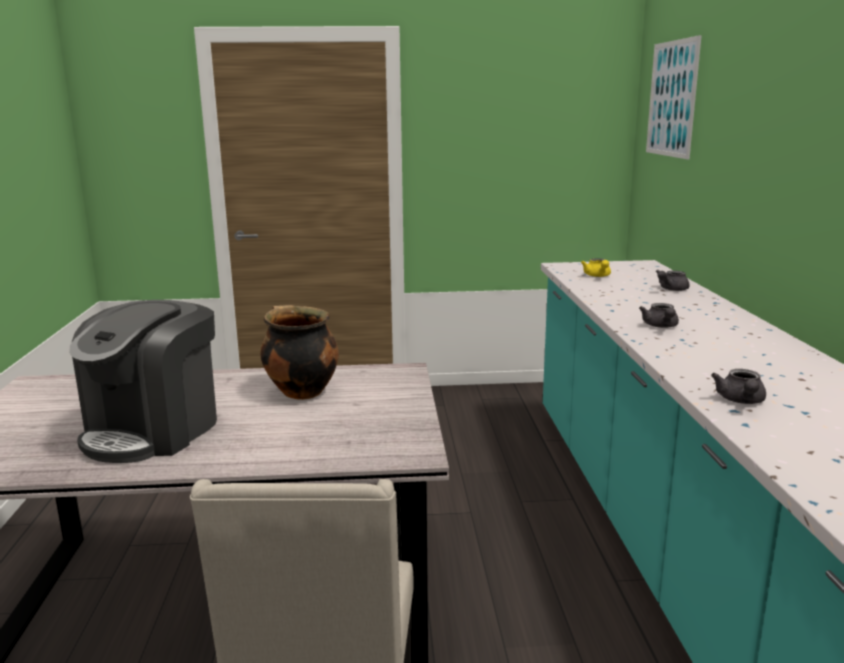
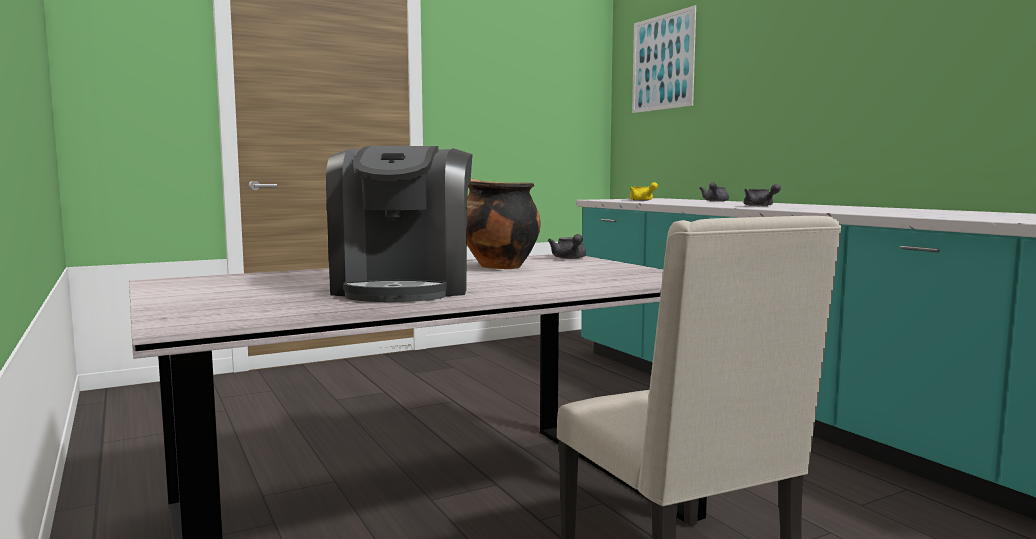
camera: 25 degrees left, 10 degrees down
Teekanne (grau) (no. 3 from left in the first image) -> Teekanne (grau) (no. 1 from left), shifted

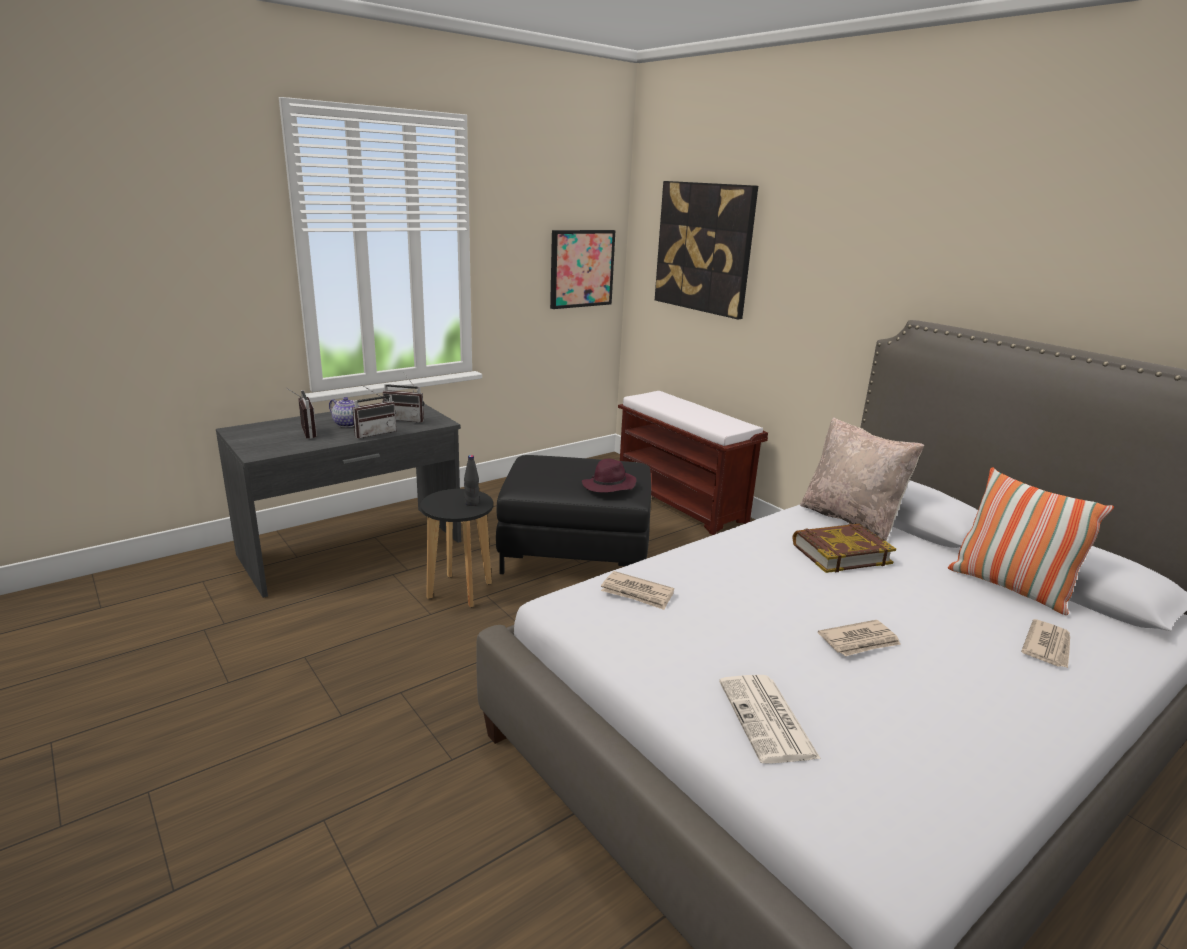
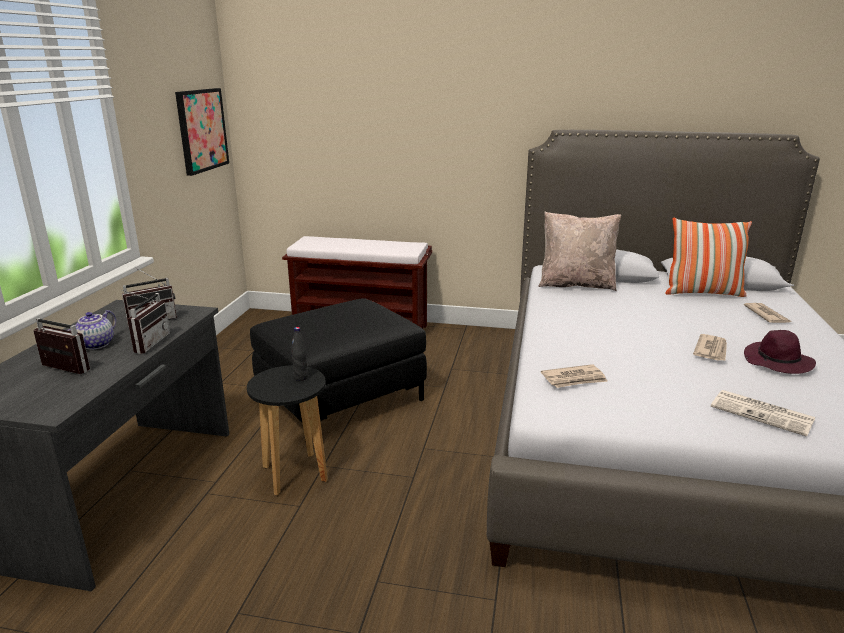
camera: 40 degrees left, 0 degrees up
Teekanne, 120 degrees clockwise
Hut (lila), shifted
Bild (no. 2 from left) -> none
Buch -> none

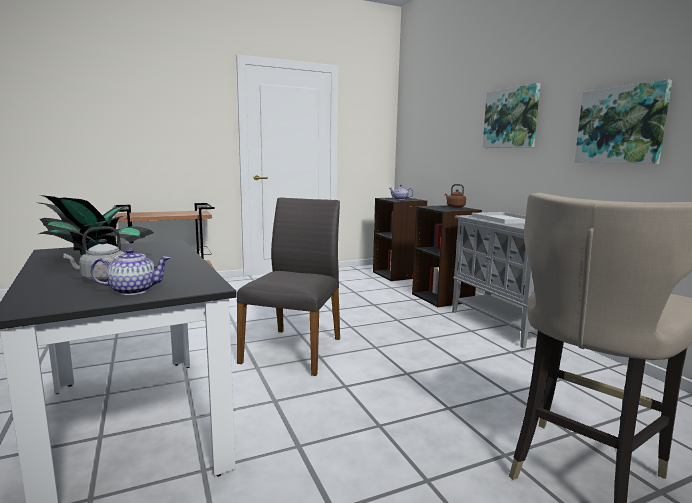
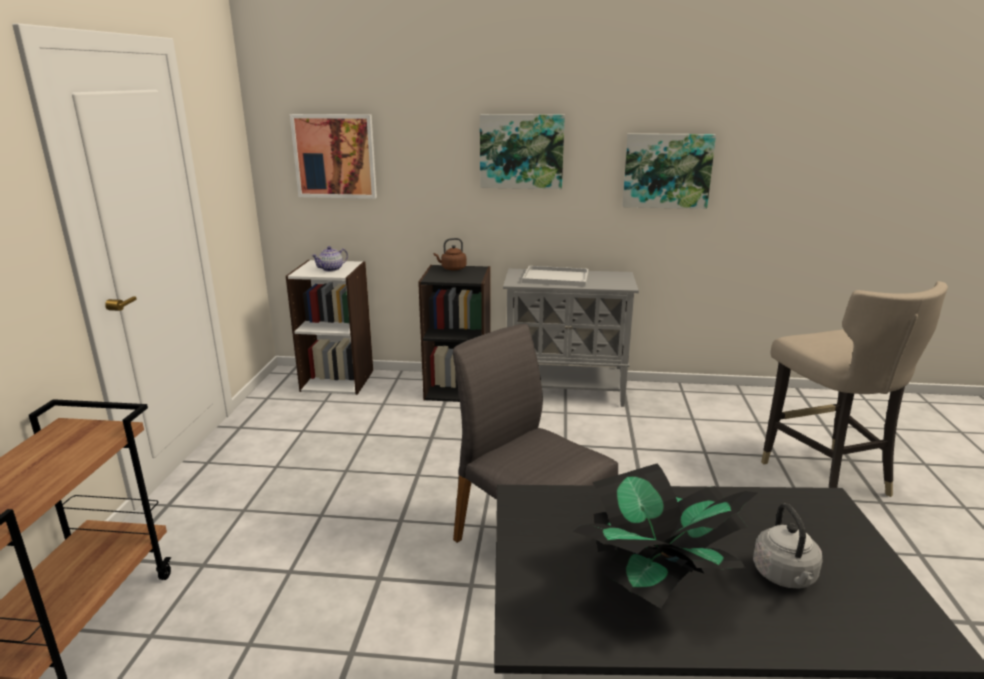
camera: 60 degrees left, 10 degrees up
Teekanne (no. 1 from left) -> none
Bücherregal (schwarz) (no. 1 from left) -> Bücherregal (weiß)
none -> Bild (no. 1 from left)

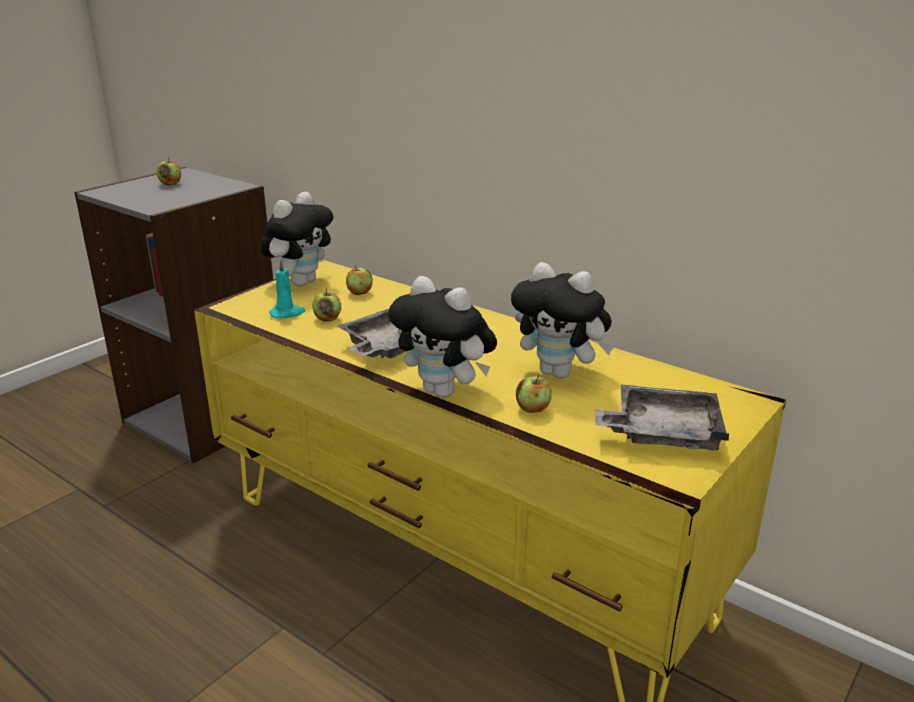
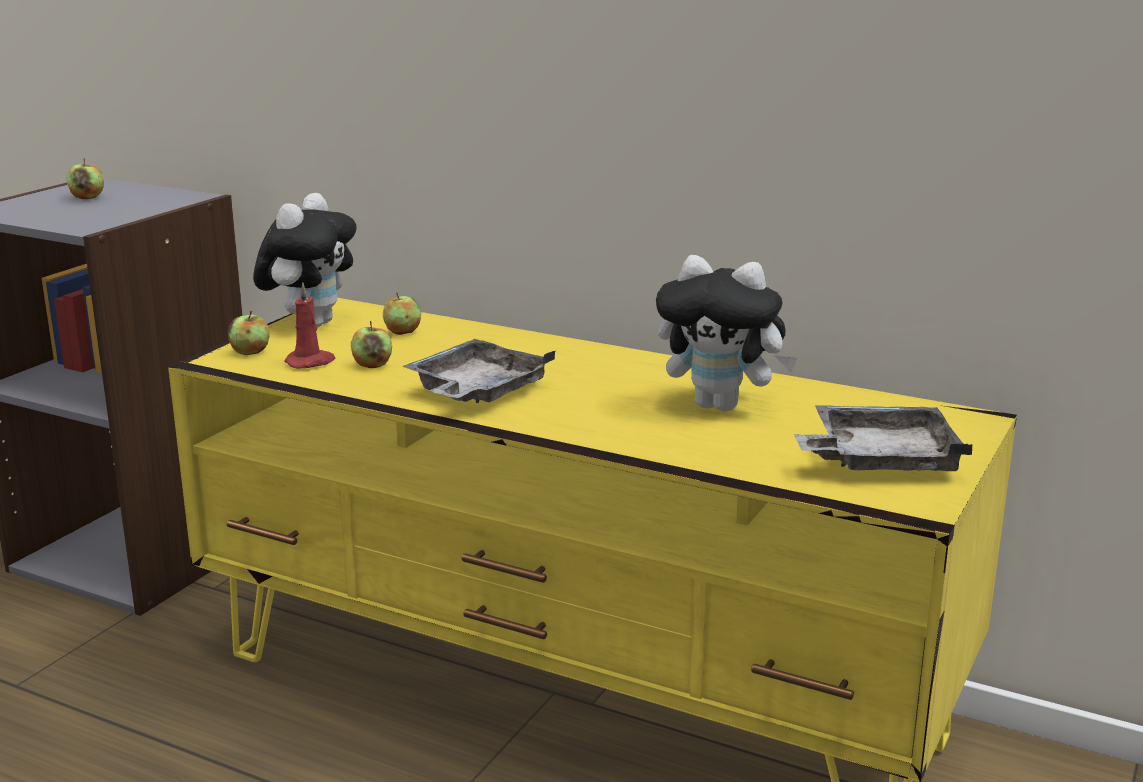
camera: 10 degrees left, 5 degrees down
Kerze (türkis) -> Kerze (rot)
Plüschtier (no. 2 from left) -> none
Apfel (no. 4 from left in the first image) -> Apfel (no. 2 from left), shifted

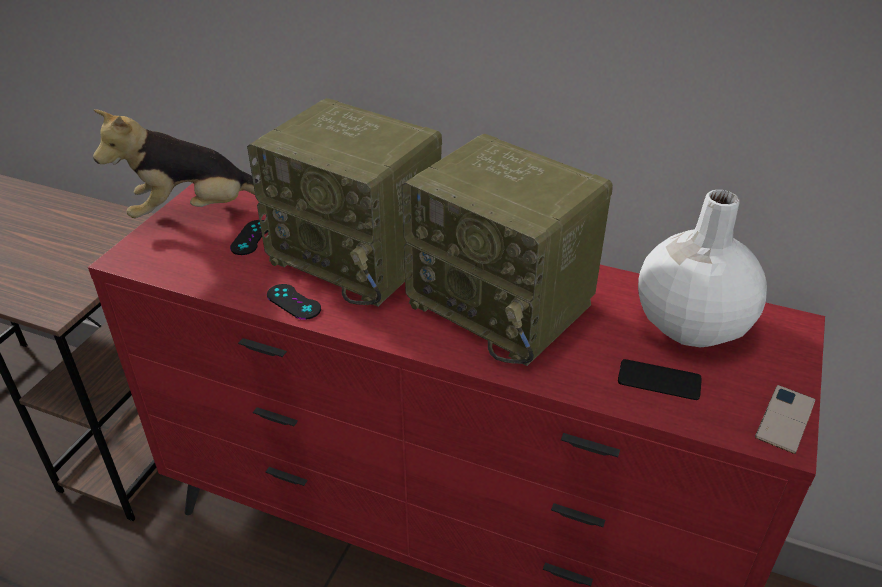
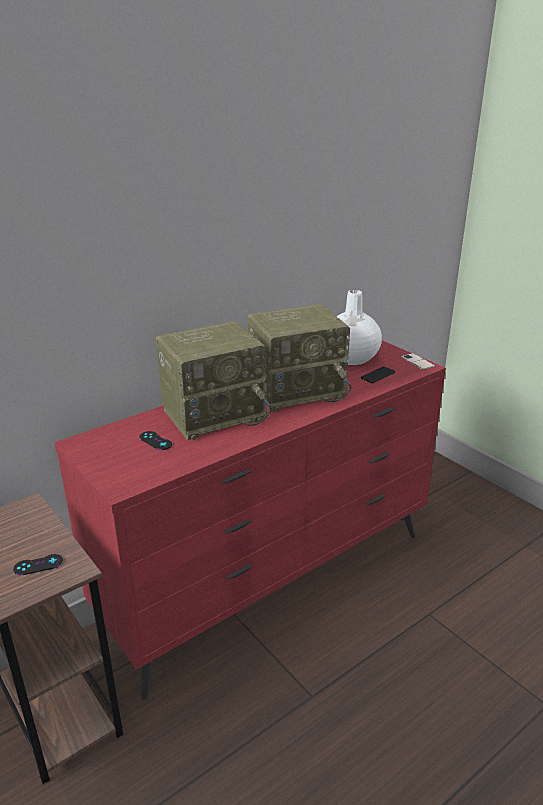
camera: 60 degrees left, 10 degrees down
Plüschtier -> none
Gamepad (schwarz) (no. 2 from left in the first image) -> Gamepad (schwarz) (no. 1 from left), shifted

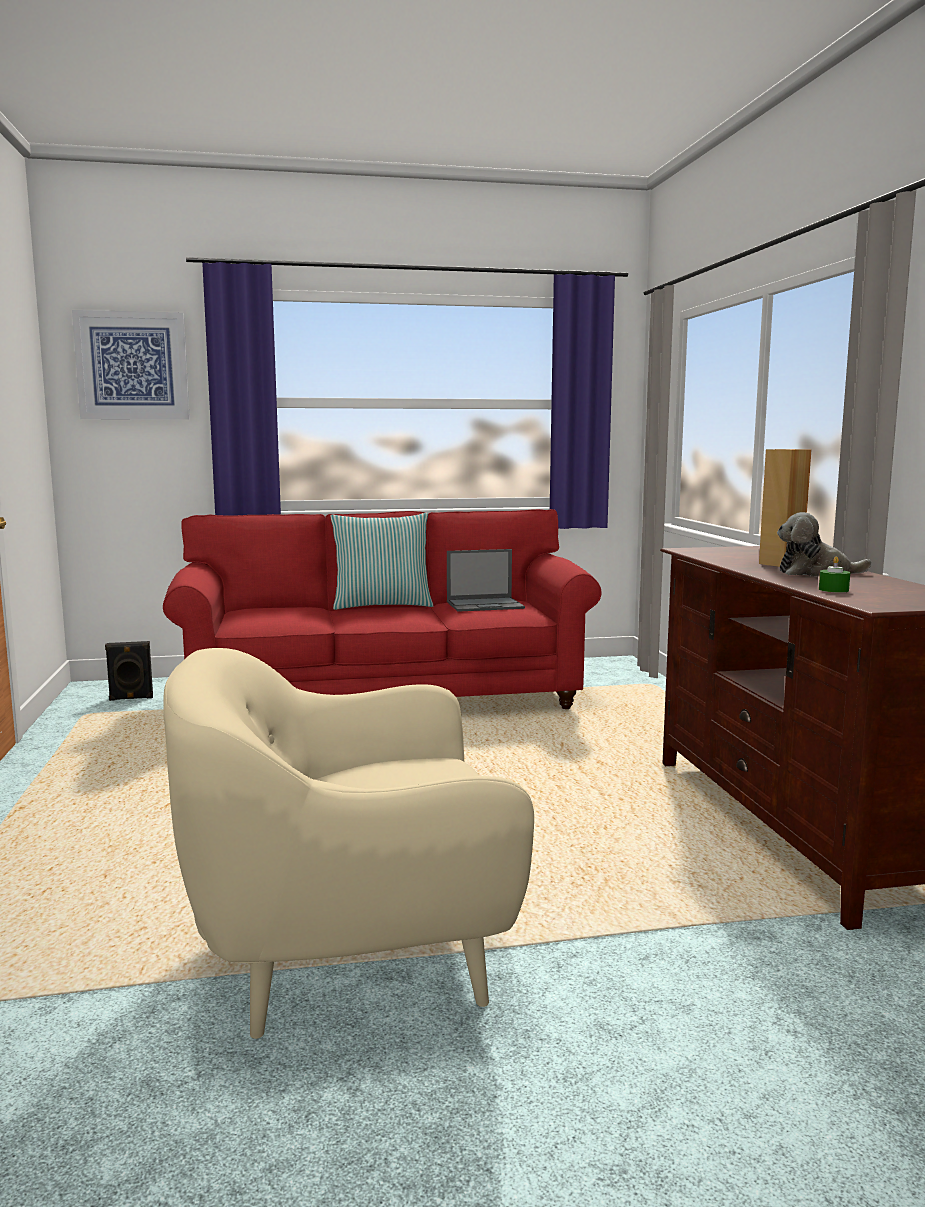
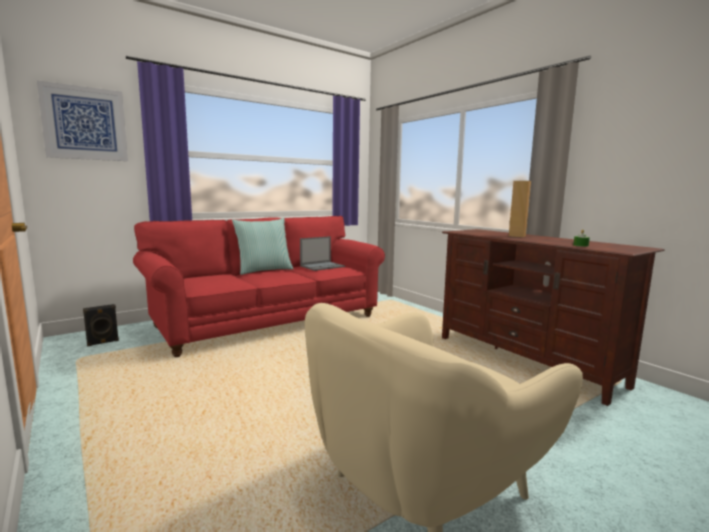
camera: 25 degrees left, 0 degrees up
Plüschtier -> none

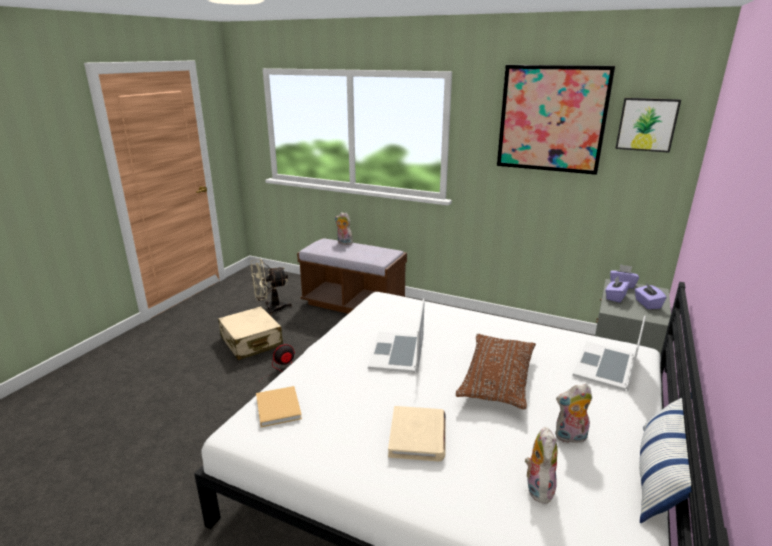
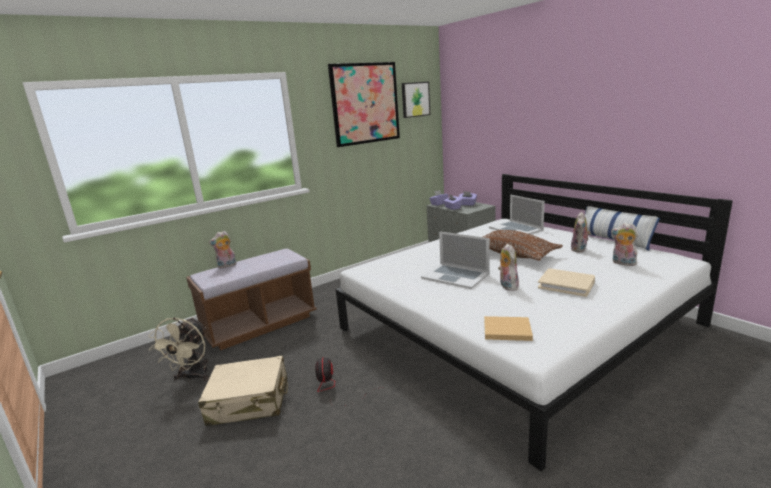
camera: 60 degrees left, 5 degrees down
none -> Plüschtier (no. 2 from left)

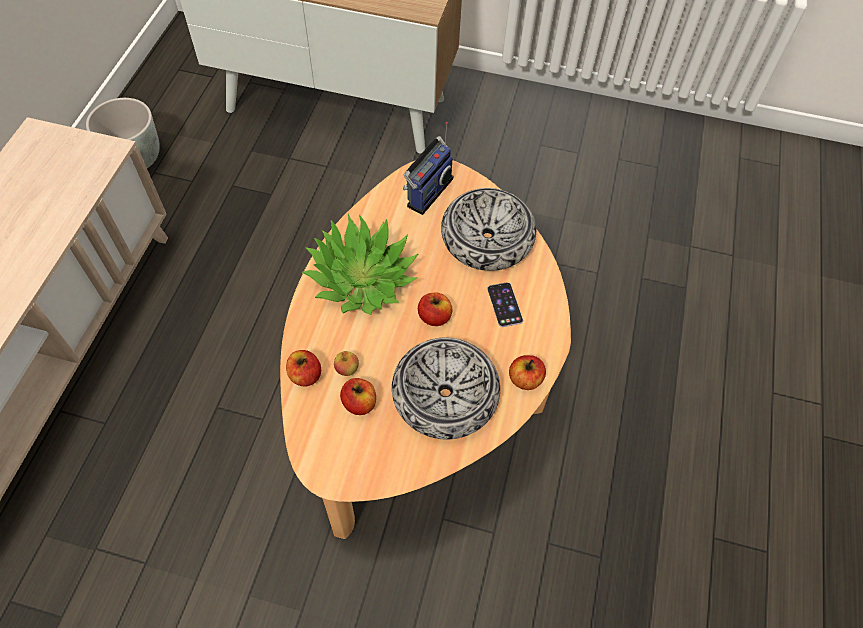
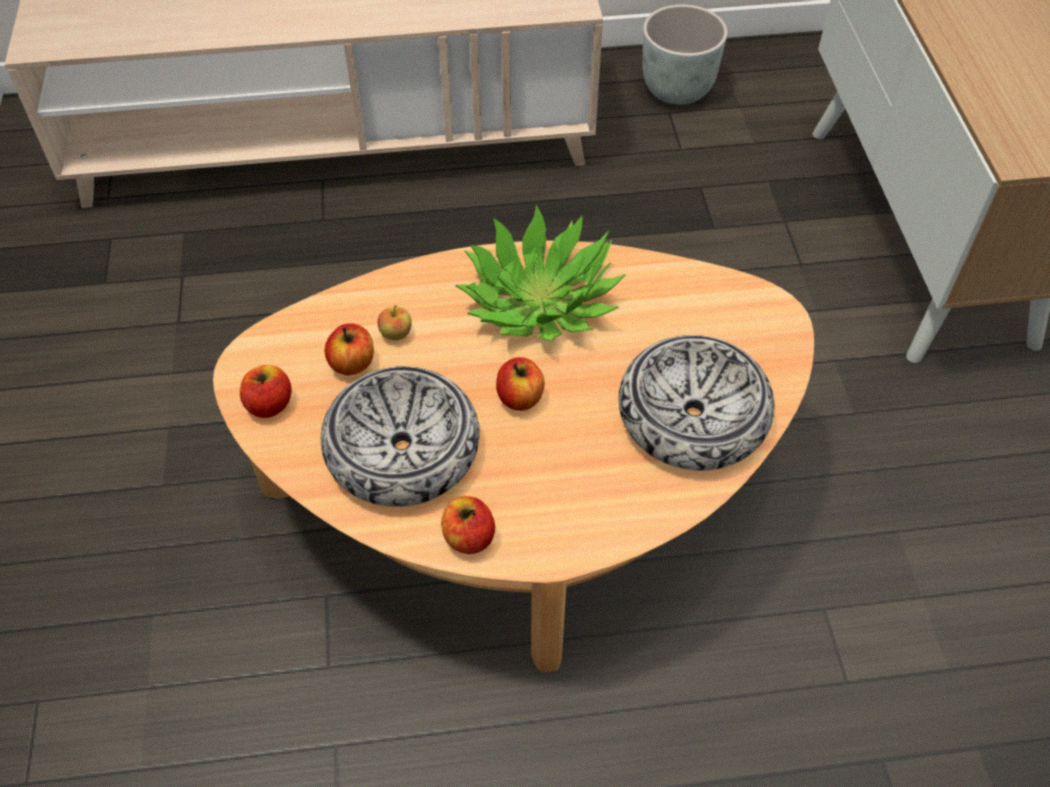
camera: 70 degrees right, 5 degrees down
Apfel (no. 1 from left), shifted
Radio -> none
Handy -> none

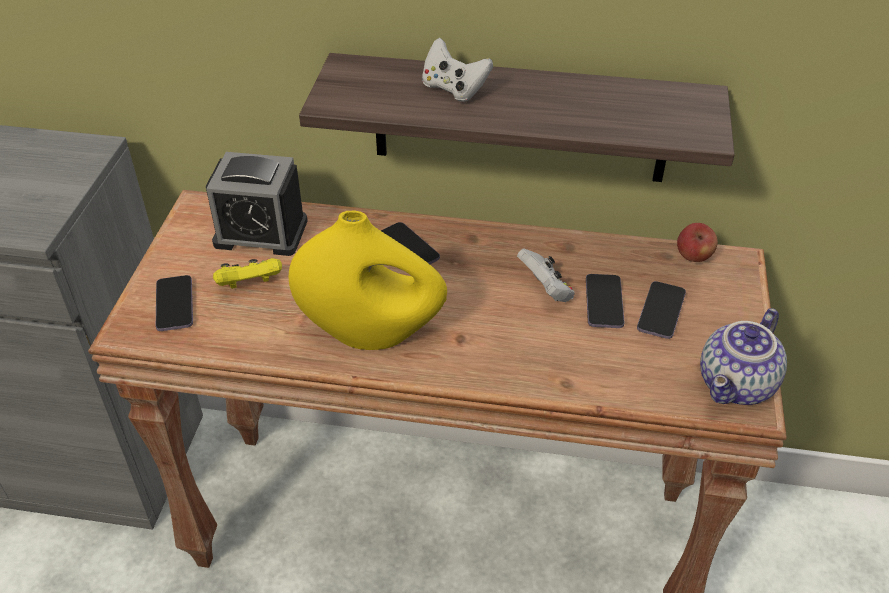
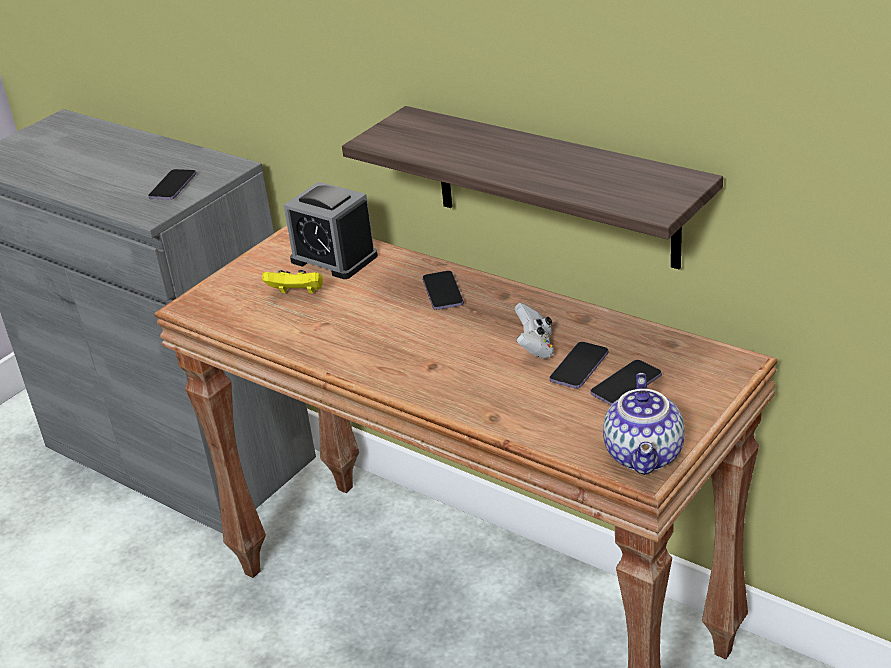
camera: 30 degrees right, 10 degrees down
Handy (no. 1 from left), shifted
Vase (gelb) -> none
Gamepad (weiß) (no. 1 from left) -> none
Apfel -> none
Teekanne, 60 degrees counterclockwise

